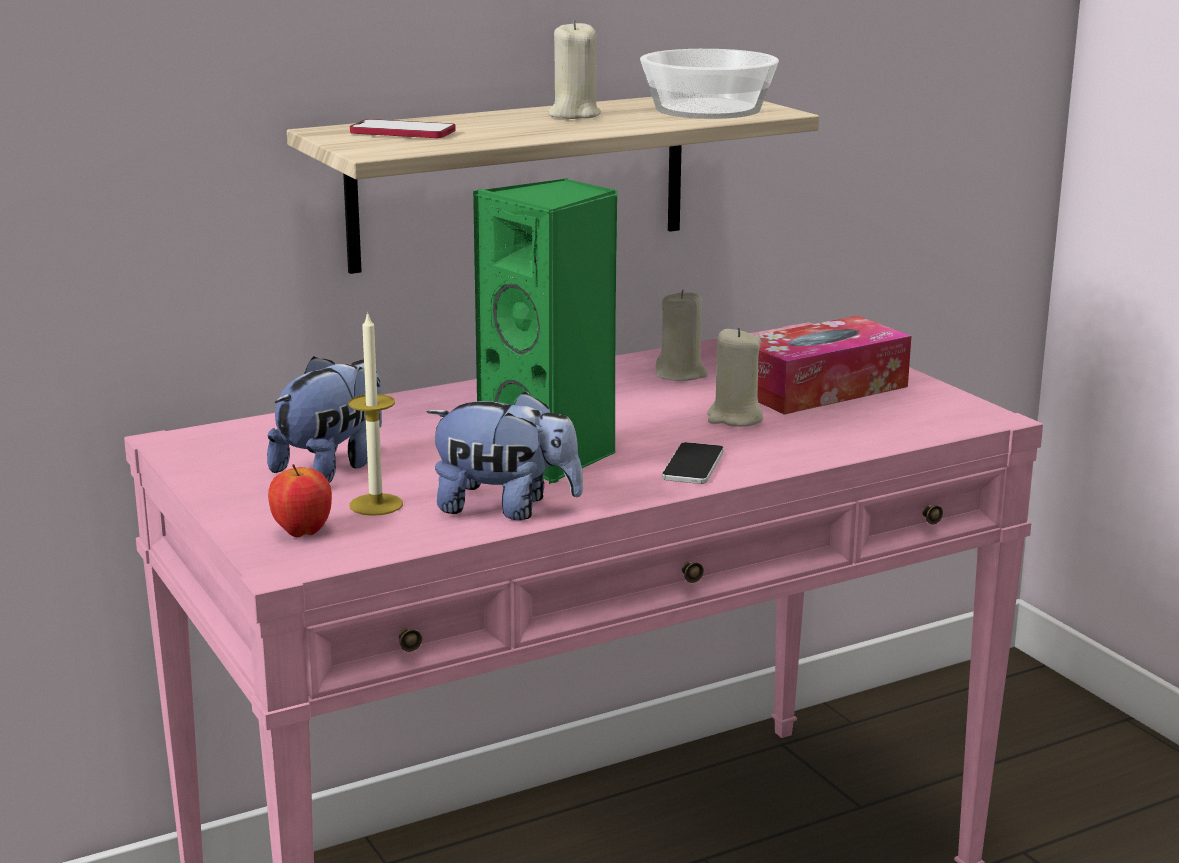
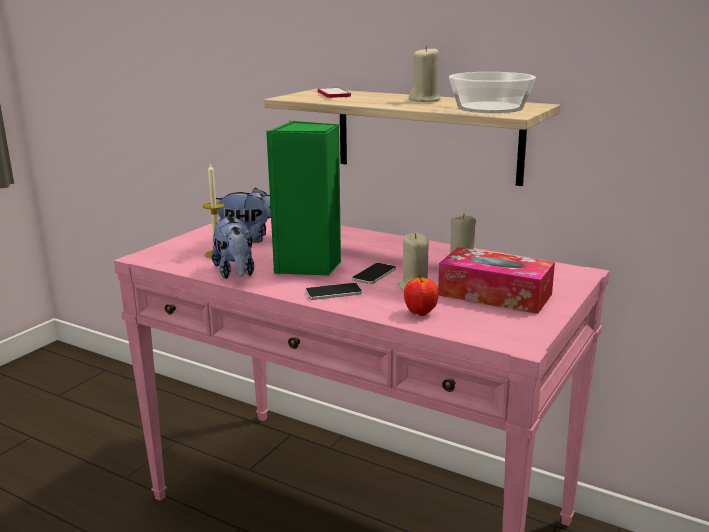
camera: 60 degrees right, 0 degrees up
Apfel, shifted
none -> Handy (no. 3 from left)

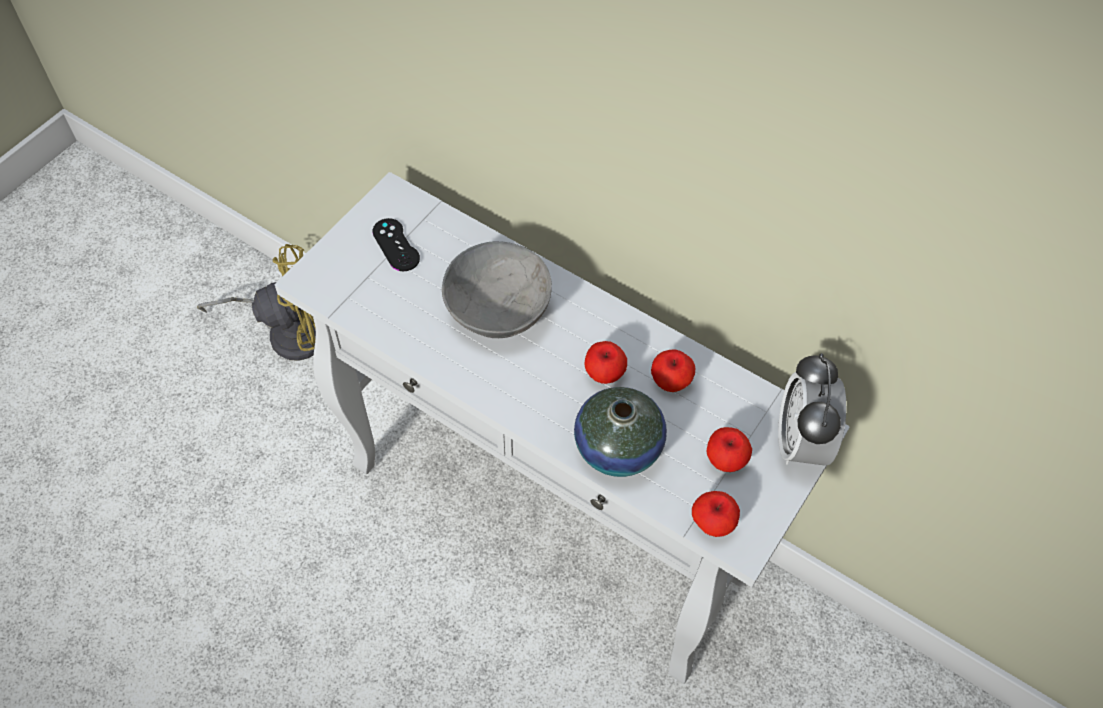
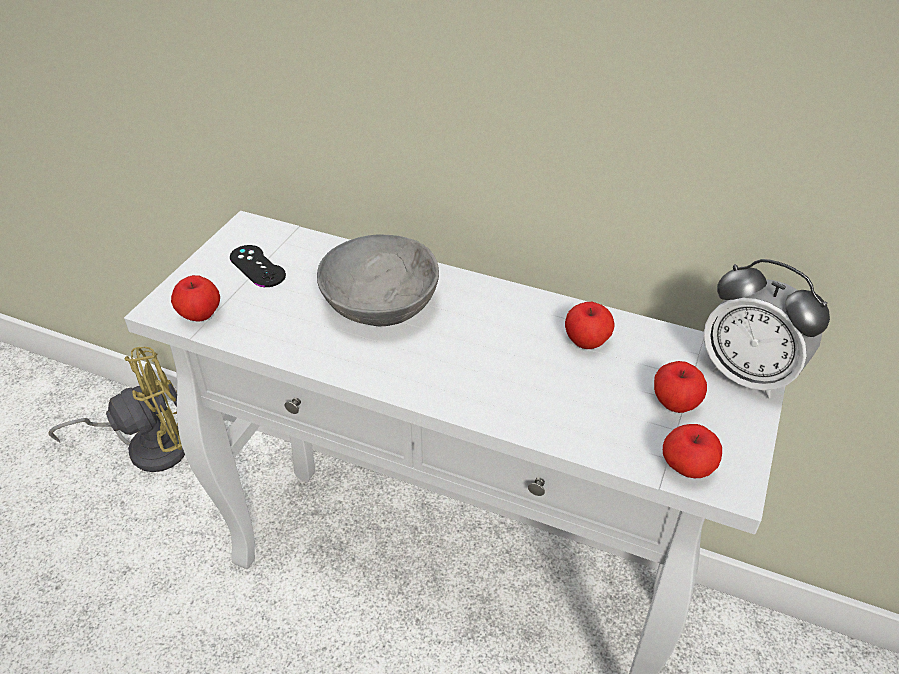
camera: 10 degrees left, 15 degrees down
Vase -> none
Apfel (no. 1 from left), shifted
Wecker, 45 degrees counterclockwise

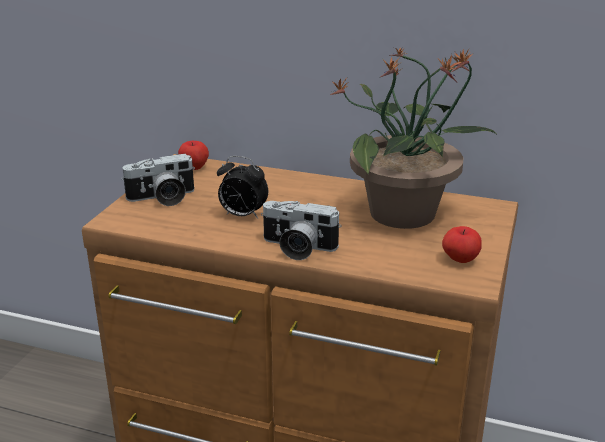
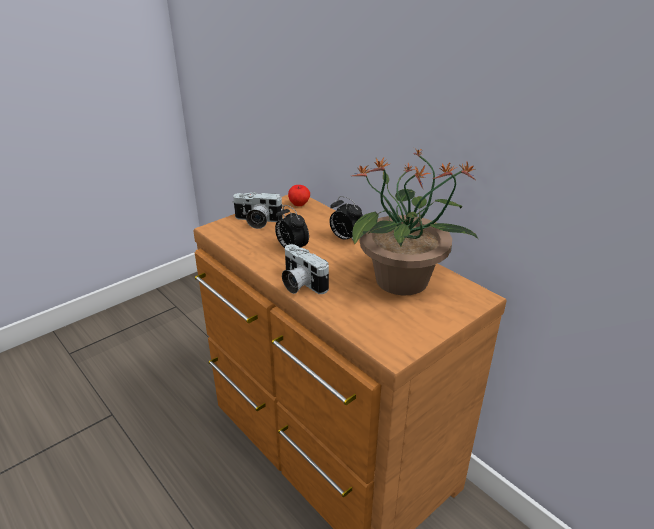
camera: 30 degrees right, 5 degrees up
Apfel (no. 2 from left) -> none
none -> Wecker (no. 2 from left)

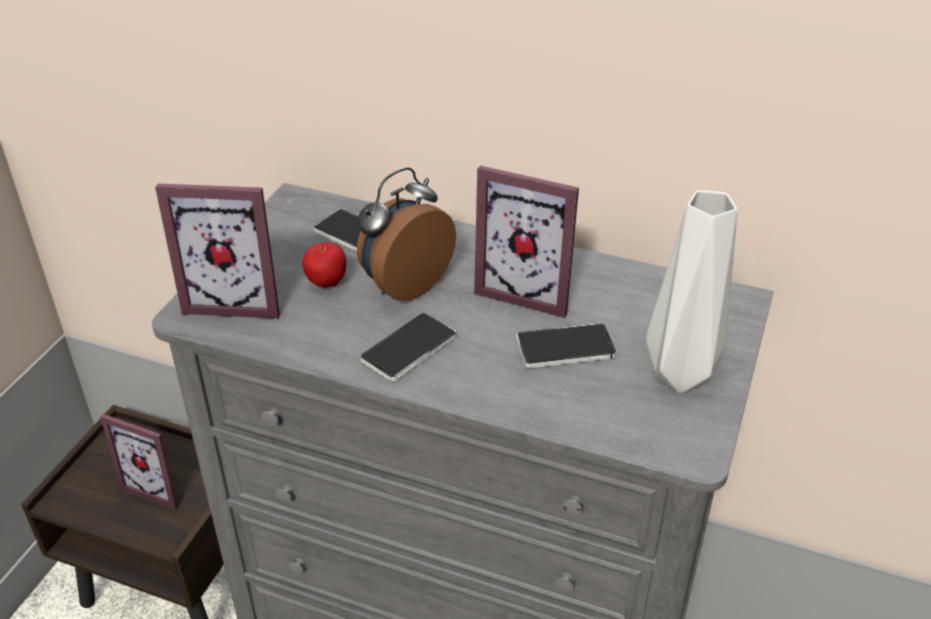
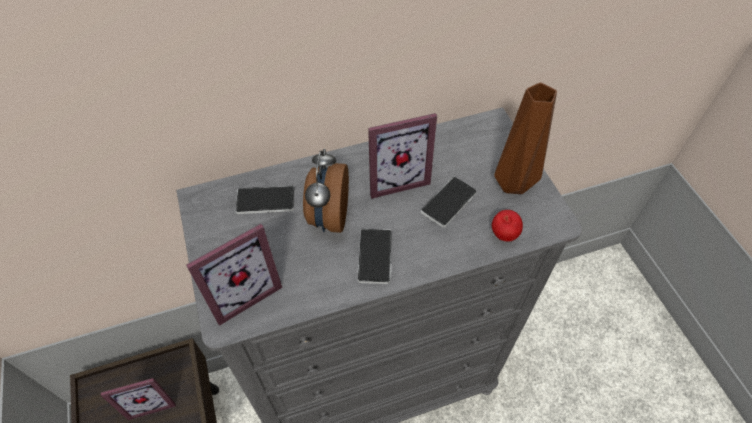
camera: 40 degrees left, 15 degrees up
Apfel, shifted
Vase (grau) -> Vase (braun)

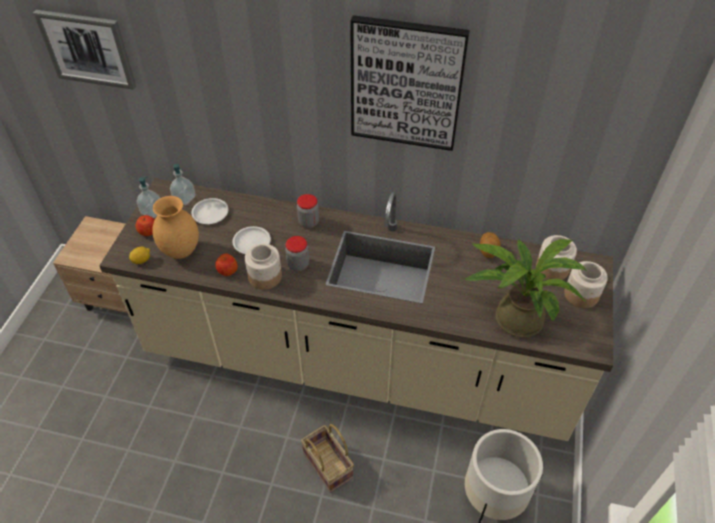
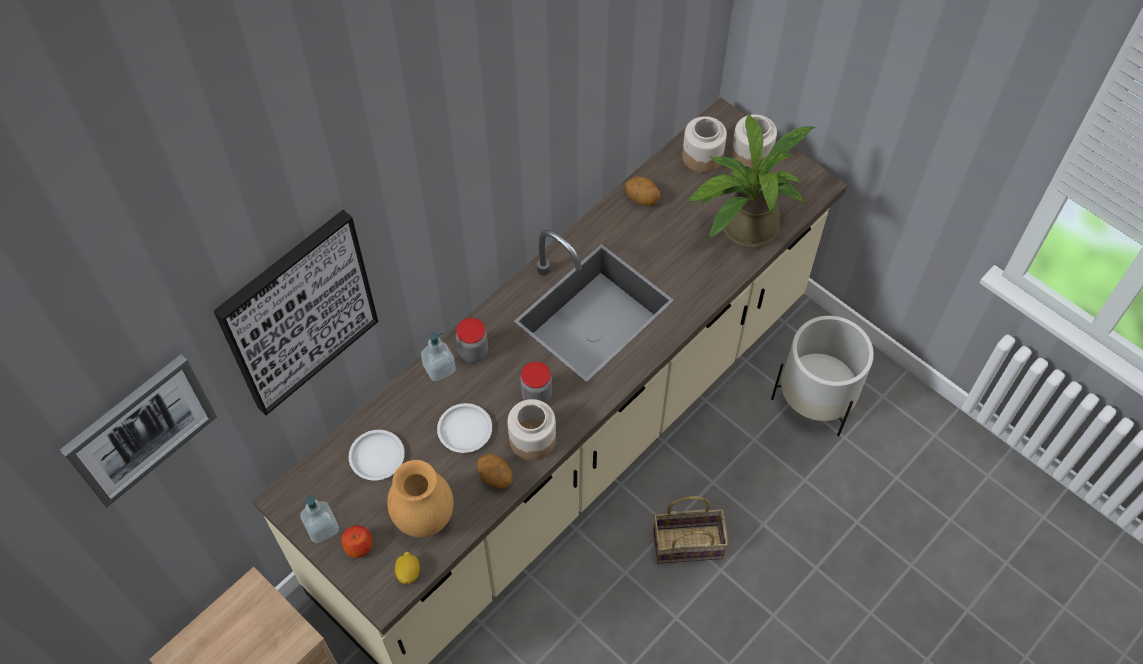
camera: 60 degrees left, 10 degrees up
Seifenspender (no. 2 from left), shifted
Apfel (no. 2 from left) -> Kartoffel (no. 1 from left)
Bild (no. 2 from left), shifted

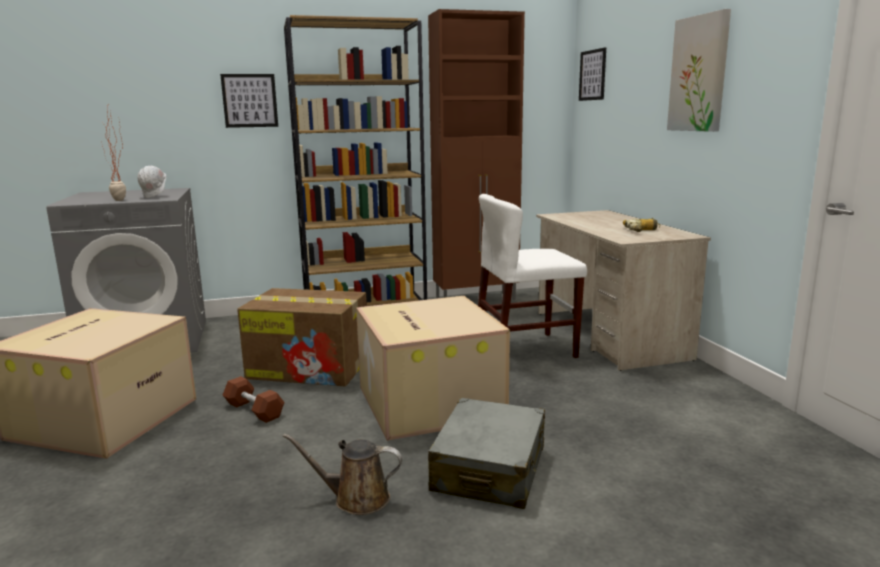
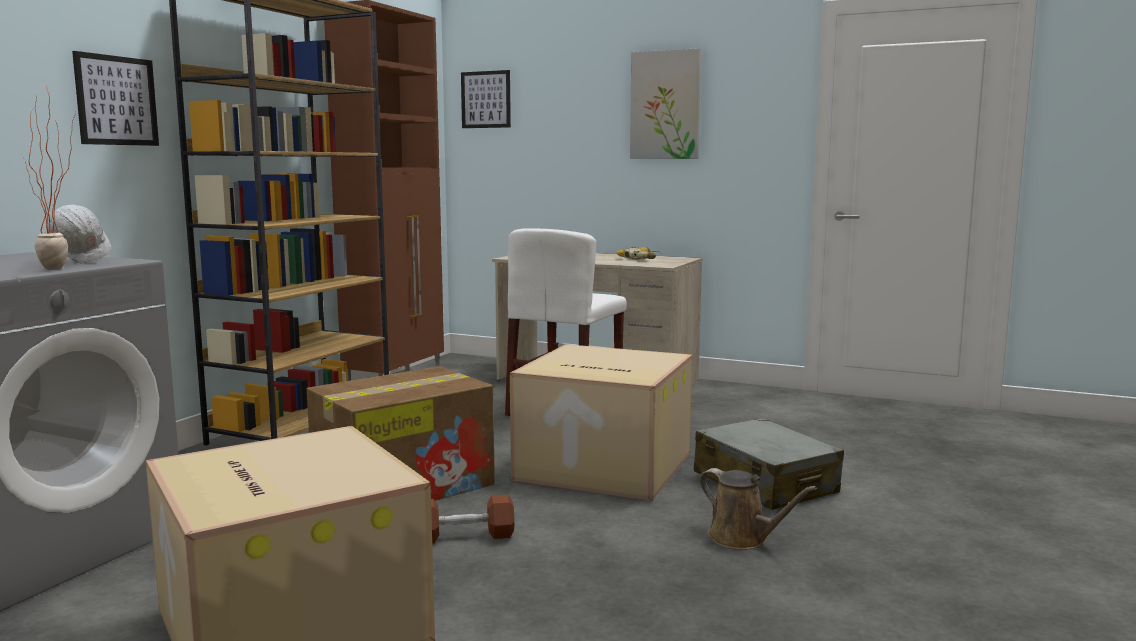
camera: 50 degrees left, 5 degrees down
Gießkanne (braun), 90 degrees counterclockwise

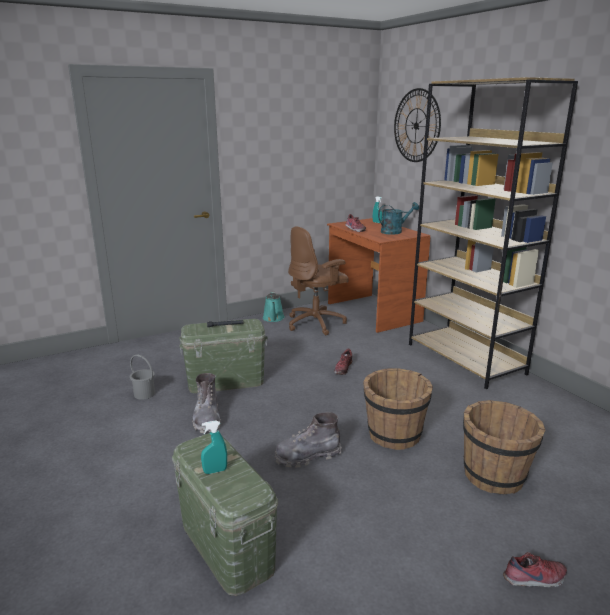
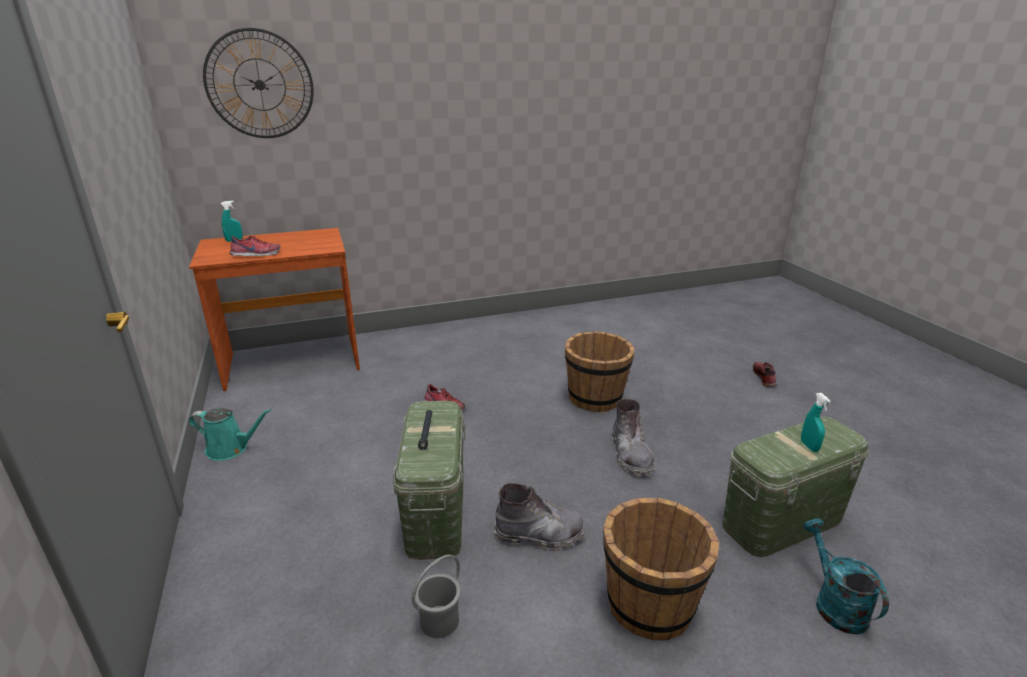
camera: 80 degrees left, 5 degrees up
Bürostuhl (braun) -> none
Gießkanne (türkis) (no. 2 from left), shifted
Bücherregal (braun) -> none
Eimer (braun) (no. 2 from left), shifted

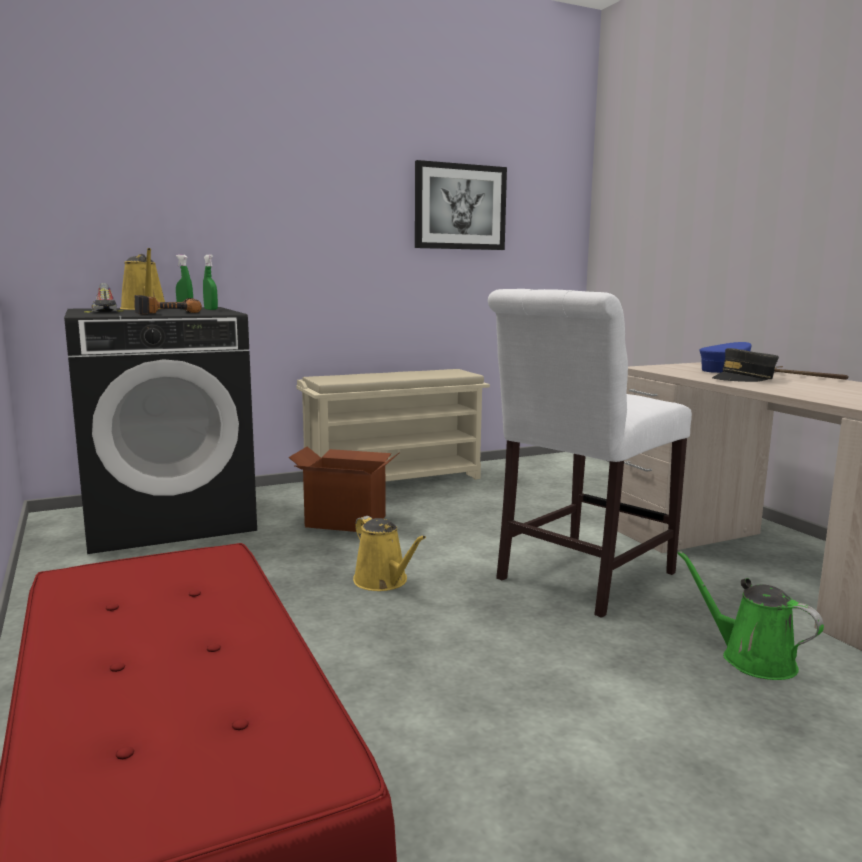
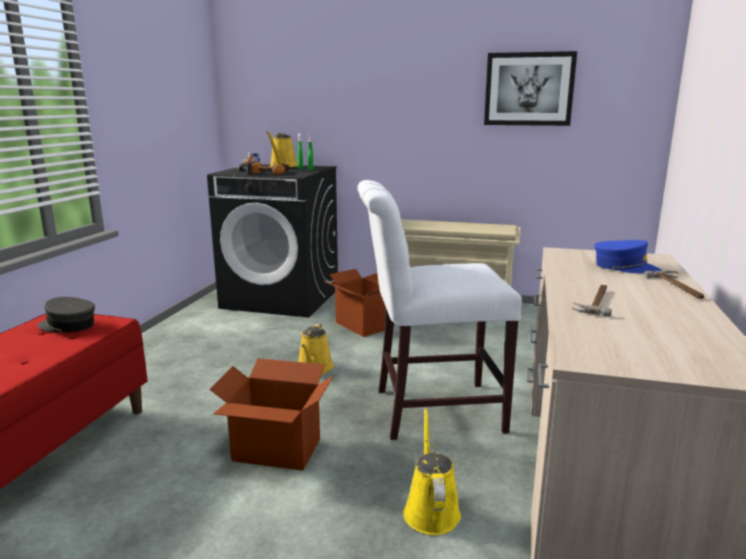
camera: 40 degrees right, 5 degrees up
Gießkanne (grün) -> Gießkanne (gelb) (no. 3 from left)
Kappe (grau), shifted
none -> Karton (no. 1 from left)
none -> Hammer (no. 1 from left)

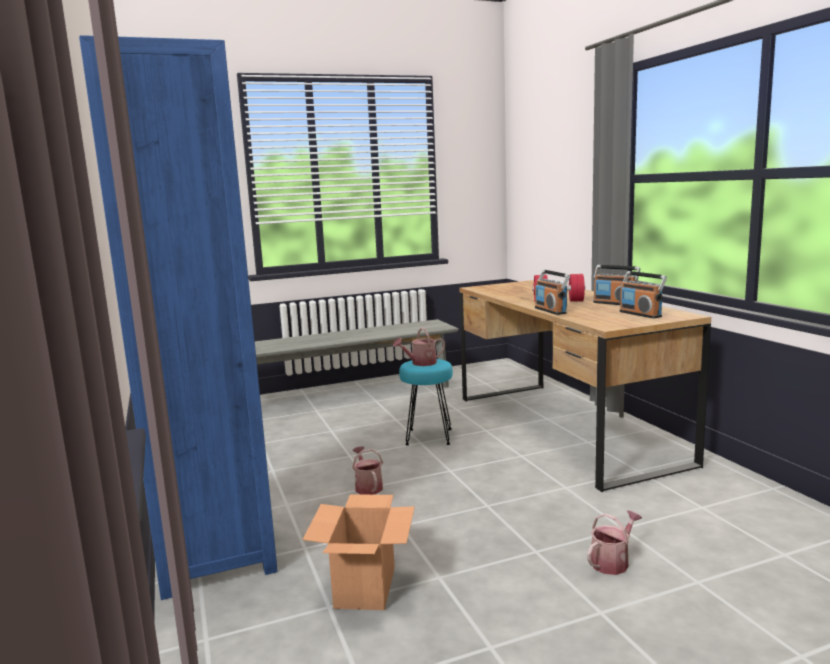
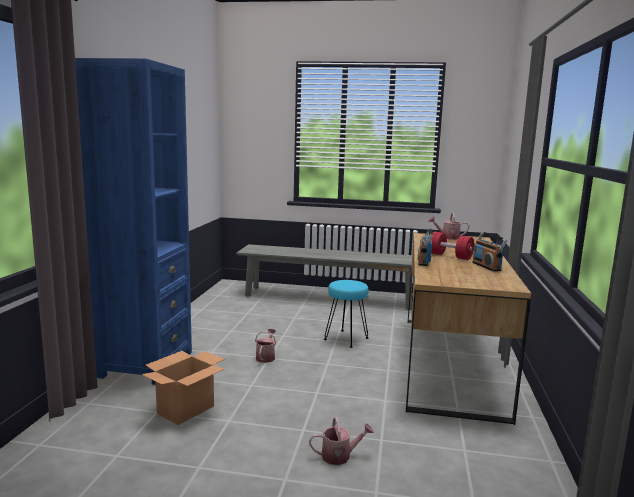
camera: 30 degrees right, 0 degrees up
Gießkanne (no. 2 from left in the first image) -> Gießkanne (no. 3 from left), shifted
Radio (no. 3 from left) -> none

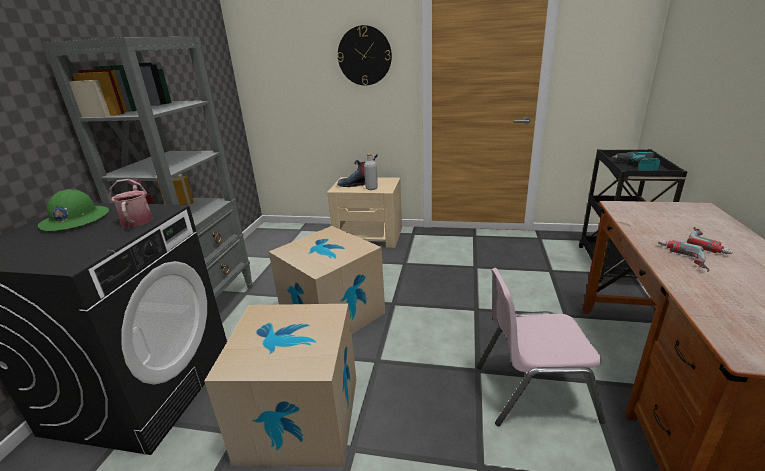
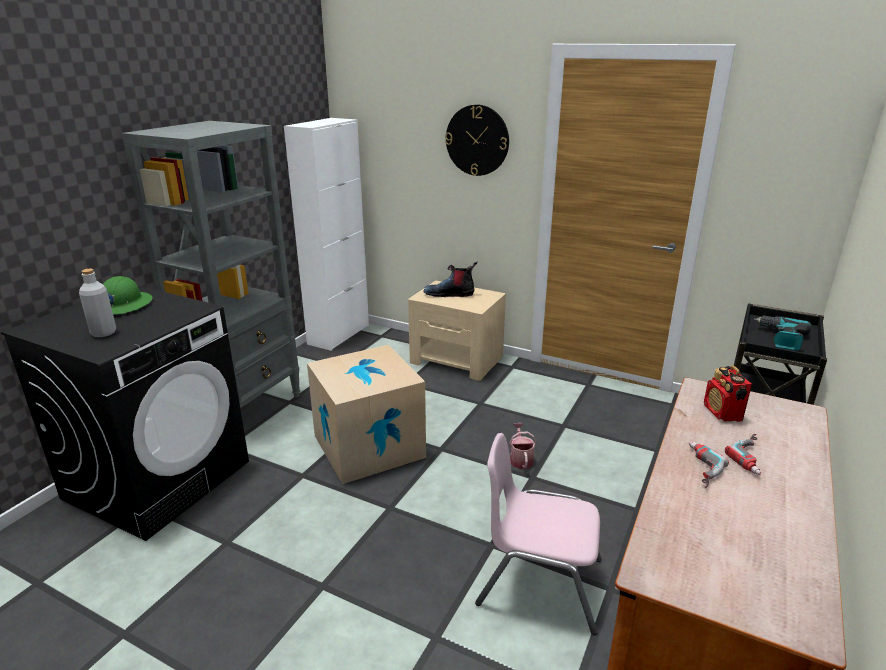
camera: 15 degrees right, 0 degrees up
Gießkanne, shifted
Karton (no. 1 from left) -> none
Flasche (grau), shifted
none -> Schrank (weiß)
none -> Radio

